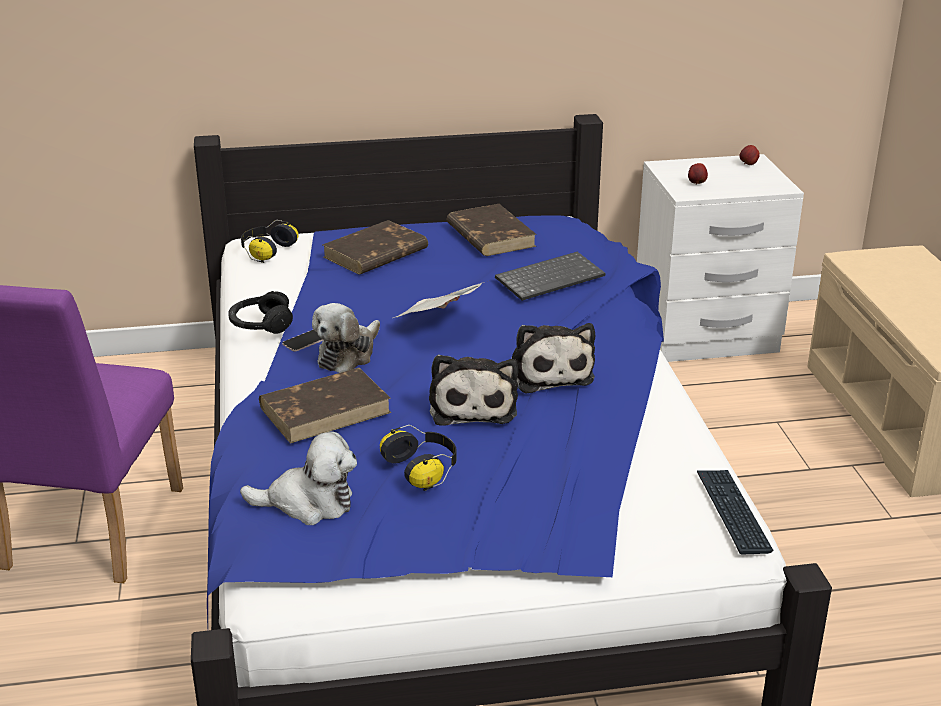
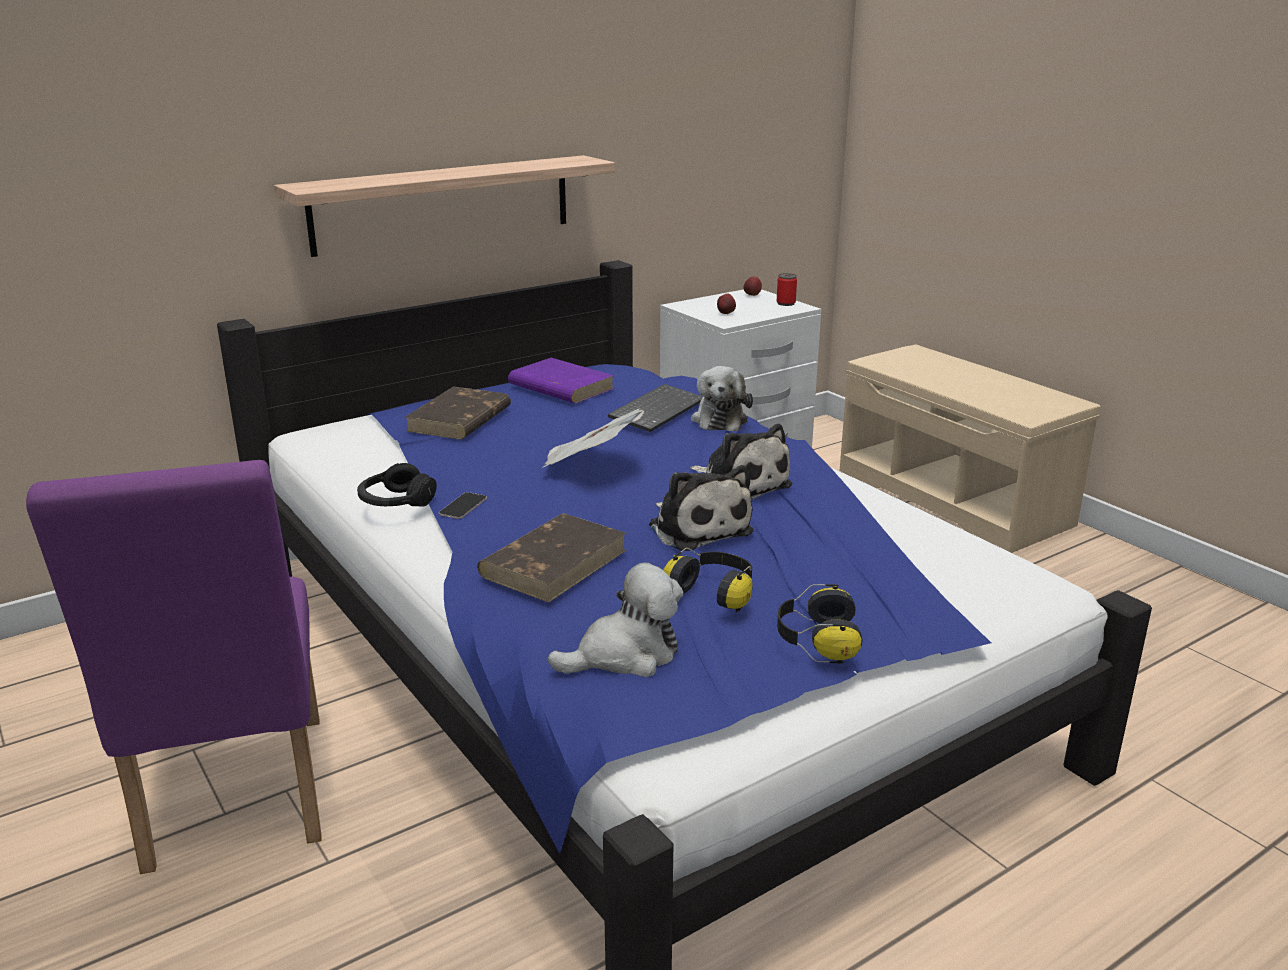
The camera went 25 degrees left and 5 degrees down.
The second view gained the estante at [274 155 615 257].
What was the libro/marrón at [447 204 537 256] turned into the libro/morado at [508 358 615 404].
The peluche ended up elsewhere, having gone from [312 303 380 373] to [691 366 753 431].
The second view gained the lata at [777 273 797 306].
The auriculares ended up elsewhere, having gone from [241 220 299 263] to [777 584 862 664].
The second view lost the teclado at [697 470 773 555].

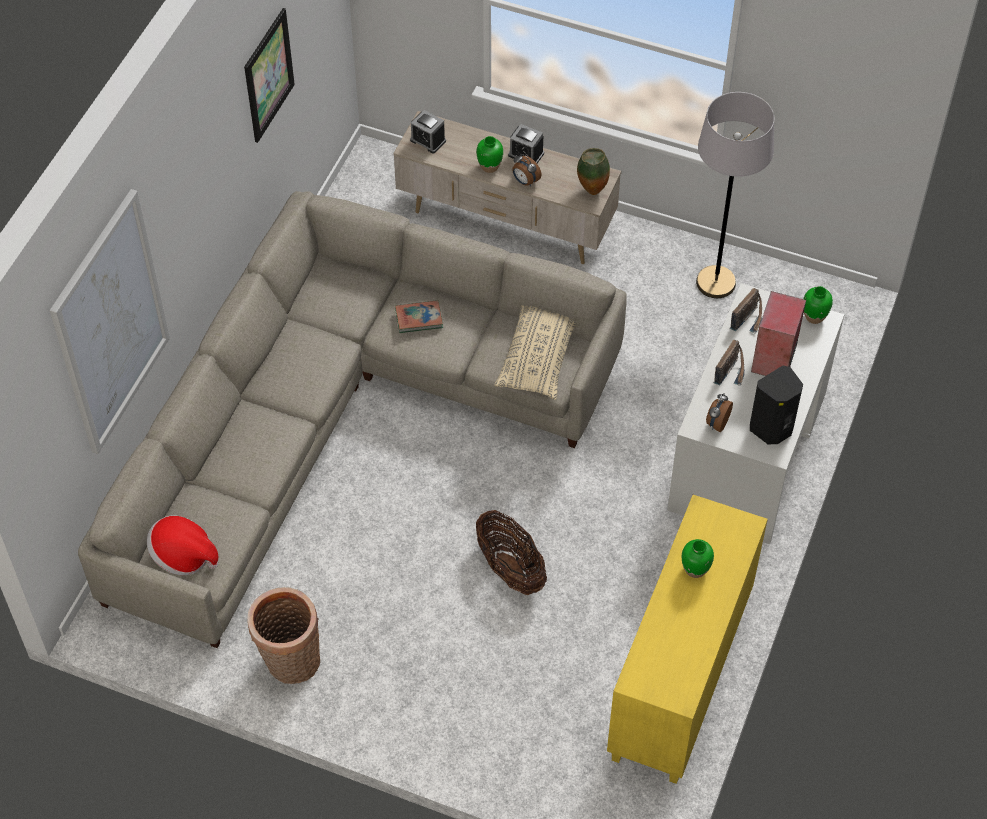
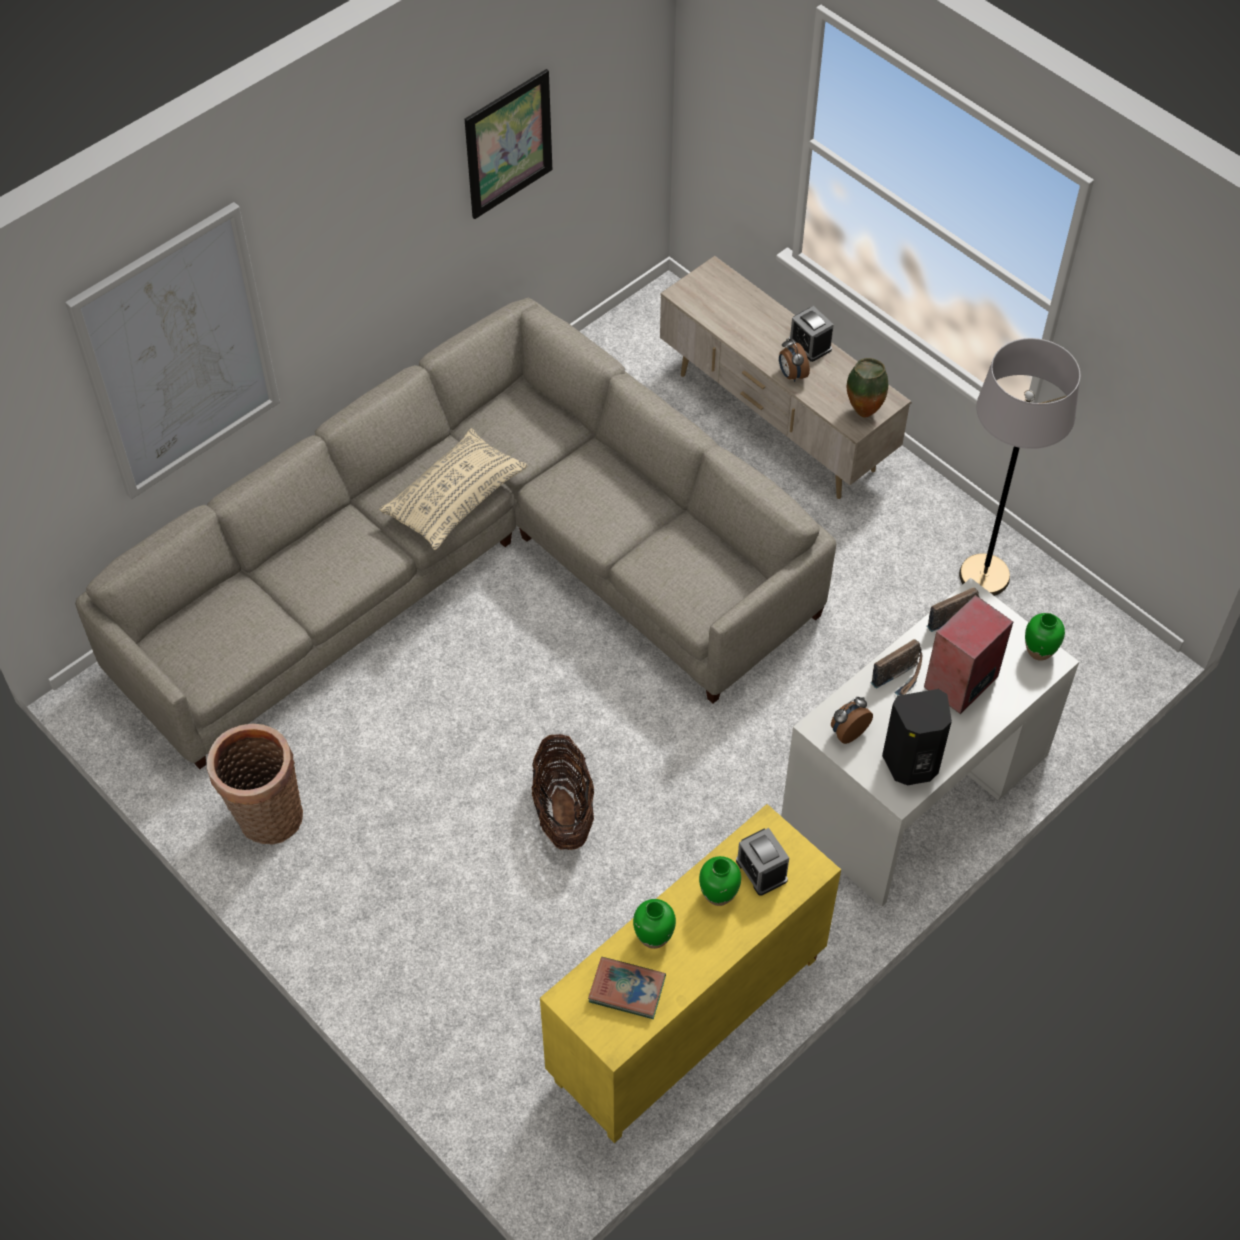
The camera went 25 degrees right and 0 degrees up.
The cojín/beis ended up elsewhere, having gone from [494 305 576 400] to [379 428 527 550].
The libro ended up elsewhere, having gone from [395 300 443 333] to [588 957 666 1019].
The florero/verde ended up elsewhere, having gone from [476 136 503 173] to [633 899 676 949].
The despertador ended up elsewhere, having gone from [410 110 446 153] to [736 828 789 896].
The second view lost the sombrero at [147 516 218 575].

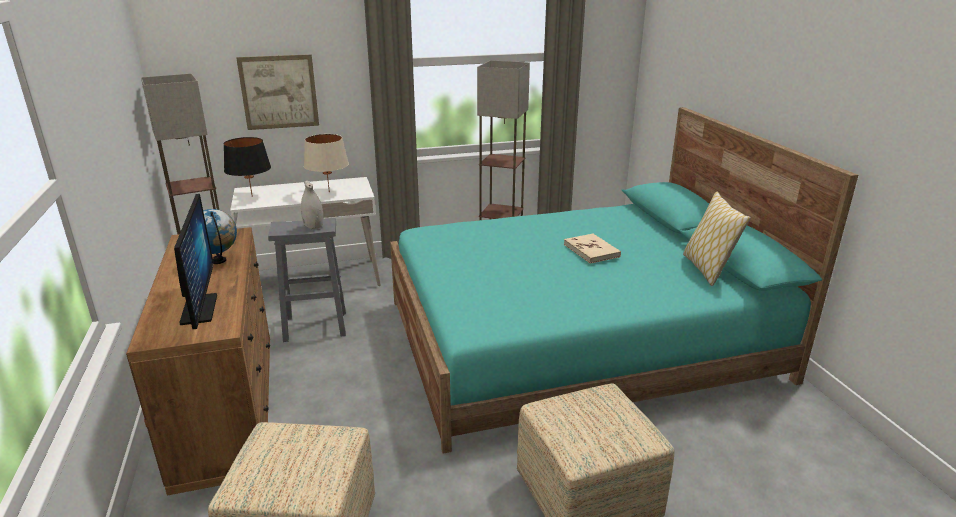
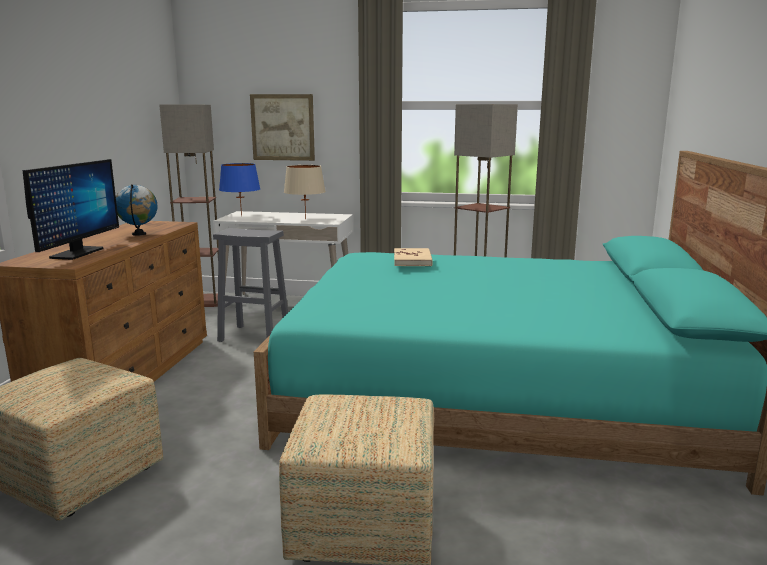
The camera went 25 degrees right and 10 degrees down.
What was the lámpara de mesa/negro at [224 137 271 197] turned into the lámpara de mesa/azul at [219 163 260 216].
The libro/beis ended up elsewhere, having gone from [564 233 621 264] to [394 248 433 266].
The second view lost the florero/blanco at [301 181 323 229].
The second view lost the cojín at [683 192 751 286].

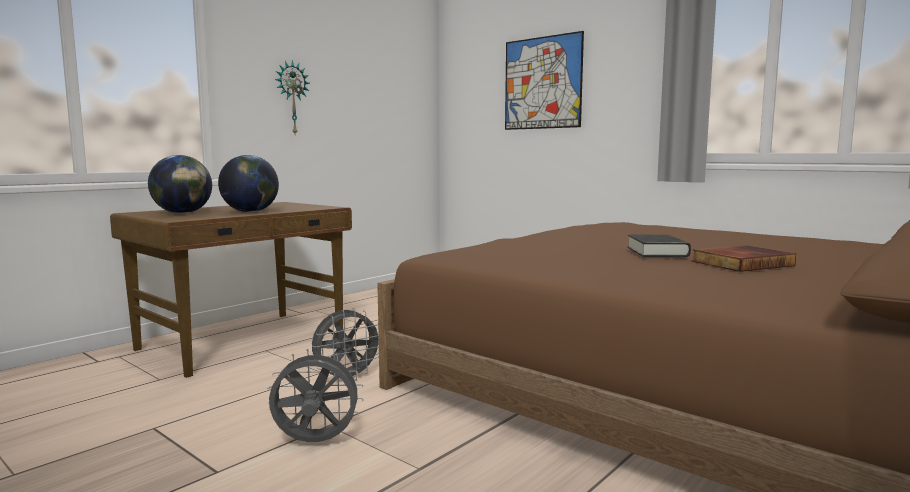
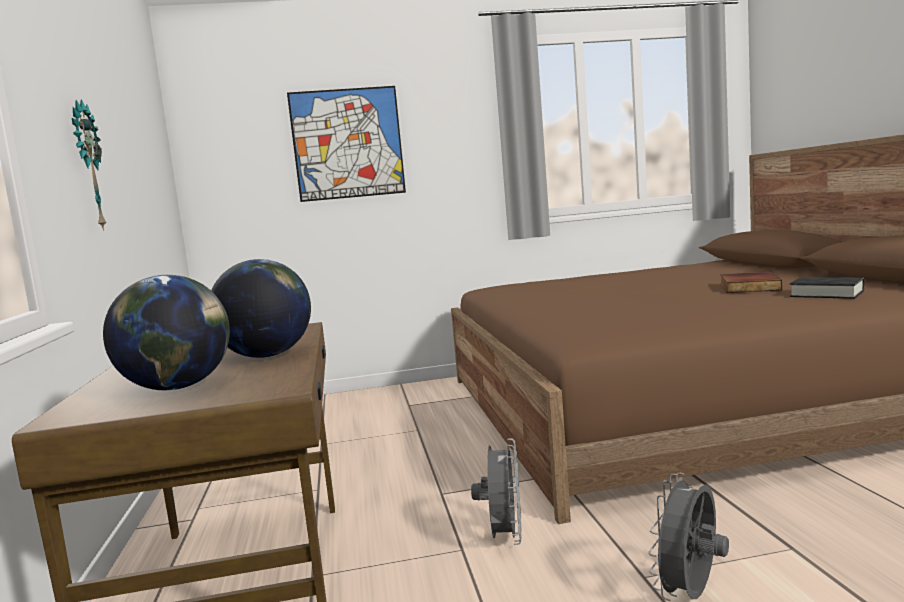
The camera went 50 degrees left and 0 degrees up.
The libro/negro ended up elsewhere, having gone from [628 235 691 257] to [790 277 864 299].

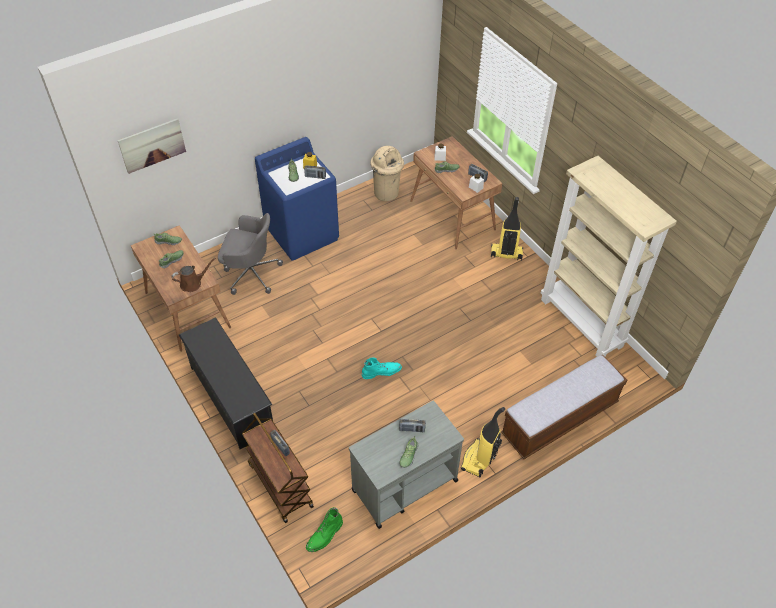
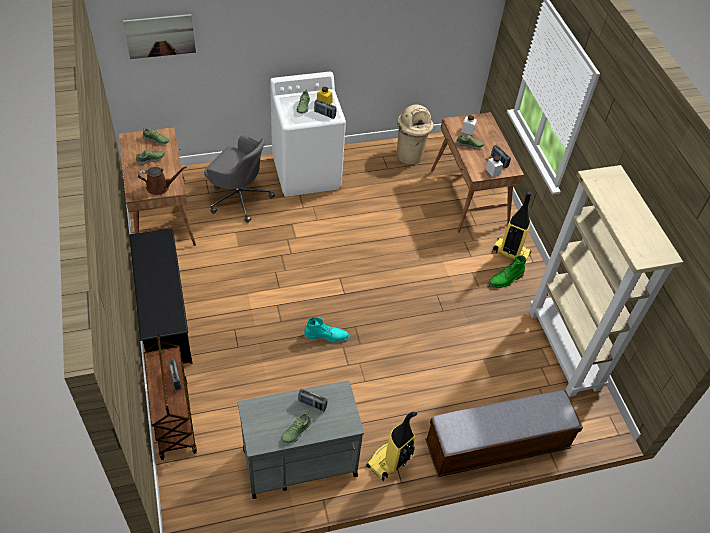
The camera went 15 degrees right and 0 degrees up.
What was the lavadora/azul at [255 137 339 261] turned into the lavadora/blanco at [270 72 346 197].
The bota/verde ended up elsewhere, having gone from [306 507 343 552] to [488 255 526 288].

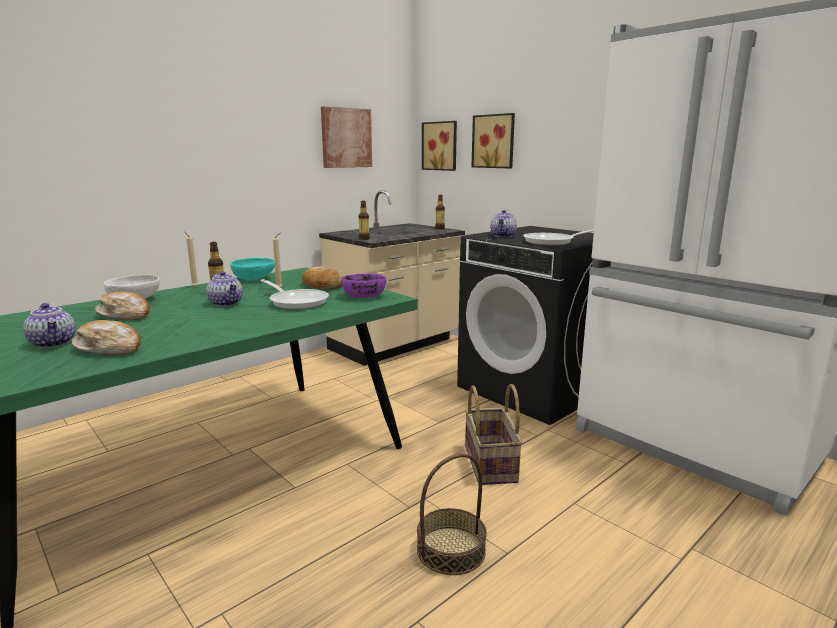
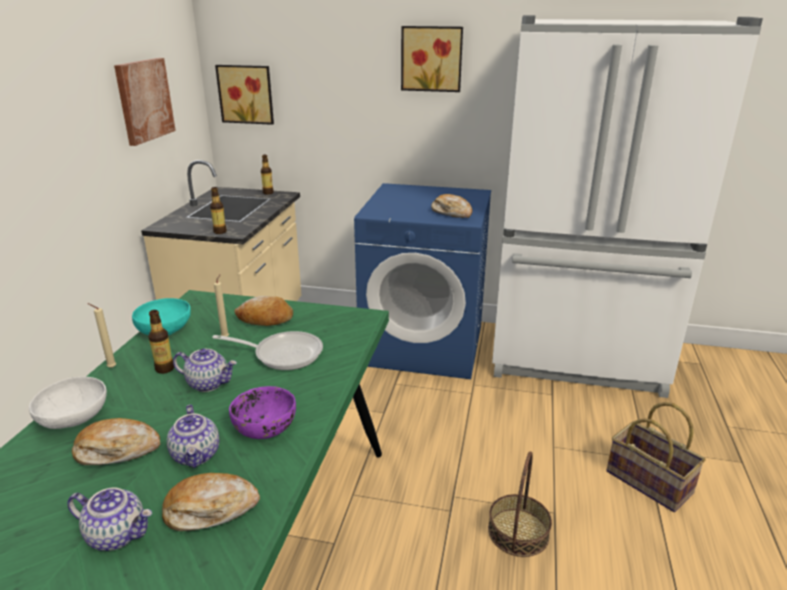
The camera went 35 degrees left and 10 degrees up.
The tetera ended up elsewhere, having gone from [490 210 517 237] to [167 405 219 468].
The cuenco/morado ended up elsewhere, having gone from [341 273 386 298] to [229 386 296 439].
What was the lavadora/negro at [457 226 594 425] turned into the lavadora/azul at [354 183 491 379].
The cuadro ended up elsewhere, having gone from [471 113 515 168] to [401 26 463 92].
Where the sartén stood at [523 230 594 246], the pan came to stand at [431 194 472 218].
The cesta ended up elsewhere, having gone from [465 384 523 485] to [607 402 706 512].

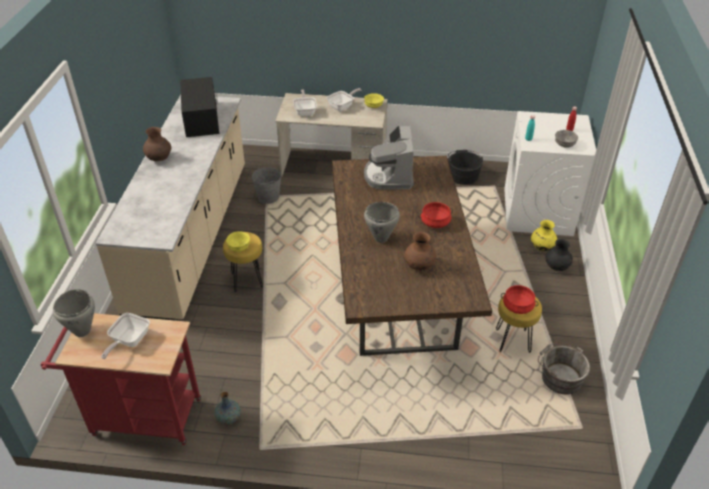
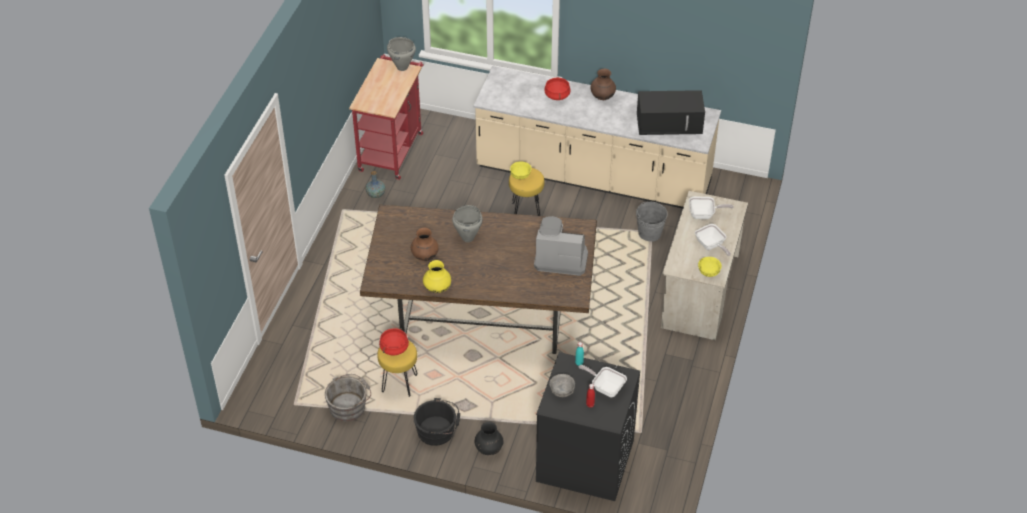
The camera went 100 degrees right and 5 degrees up.
The cubo/negro ended up elsewhere, having gone from [448 150 483 185] to [414 398 460 446].
The florero/amarillo ended up elsewhere, having gone from [531 220 557 251] to [423 260 451 293].
What was the lavadora/blanco at [504 111 596 236] turned into the lavadora/negro at [536 352 640 501].
The olla/rojo ended up elsewhere, having gone from [418 202 453 228] to [544 77 571 100].
The sartén ended up elsewhere, having gone from [101 313 150 359] to [579 365 627 397].

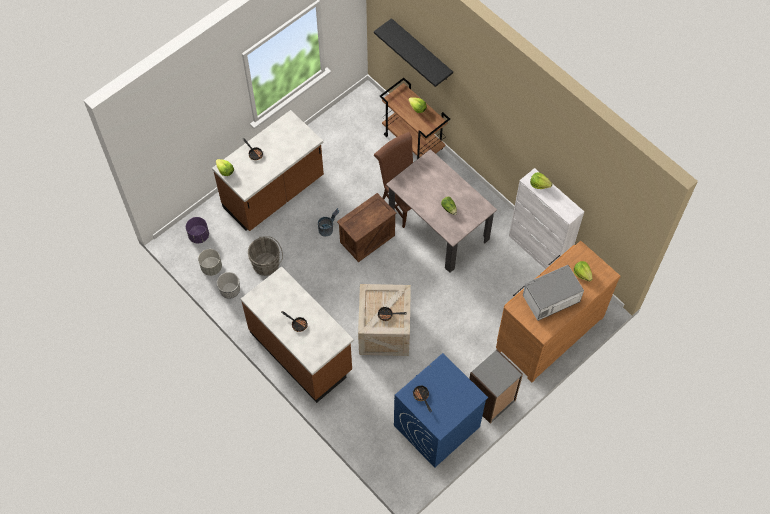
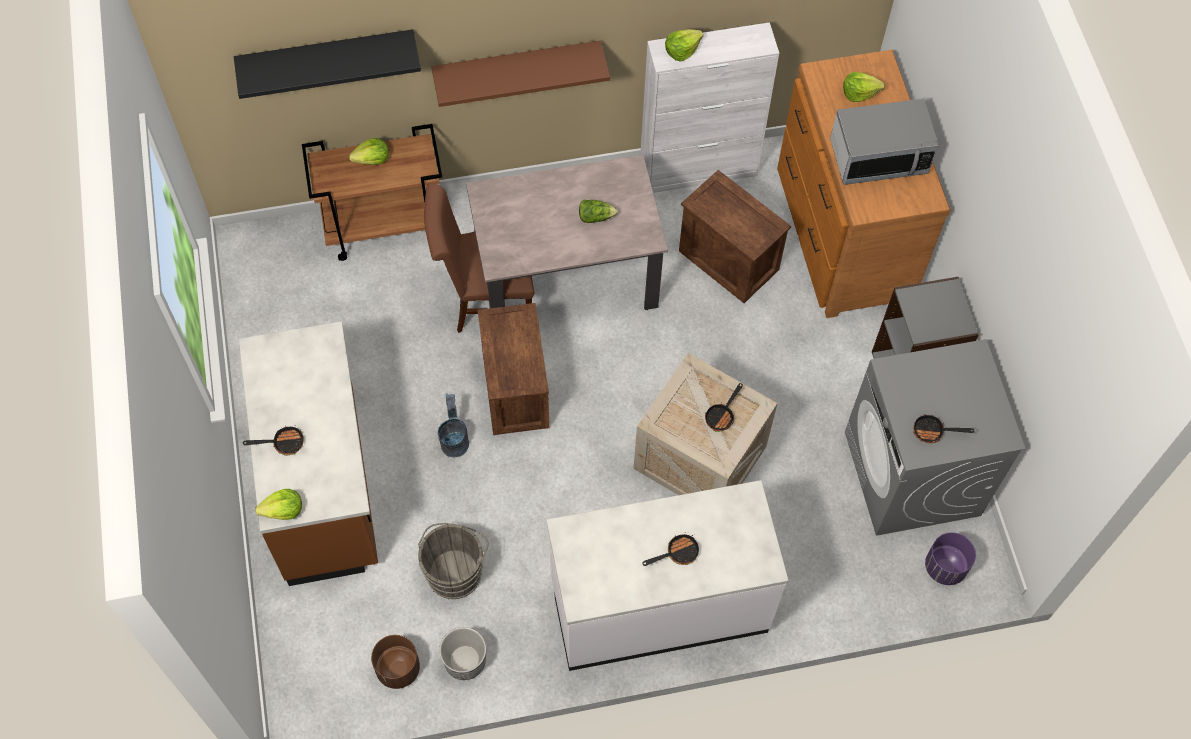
The camera went 60 degrees left and 0 degrees up.
What was the maceta/gris at [198 249 222 276] turned into the maceta/marrón at [371 635 420 689].
The second view gained the estante/marrón at [431 40 610 107].
What was the mueble bajo de cocina/marrón at [241 266 354 403] turned into the mueble bajo de cocina/blanco at [546 480 789 671].
The second view gained the caja de embalaje at [679 170 791 303].
The microondas at [523 265 584 321] ended up facing another way, 105 degrees counterclockwise from before.
What was the lavadora/azul at [394 353 488 468] turned into the lavadora/gris at [845 339 1026 536].
The maceta/morado ended up elsewhere, having gone from [186 217 209 244] to [925 532 976 585].

